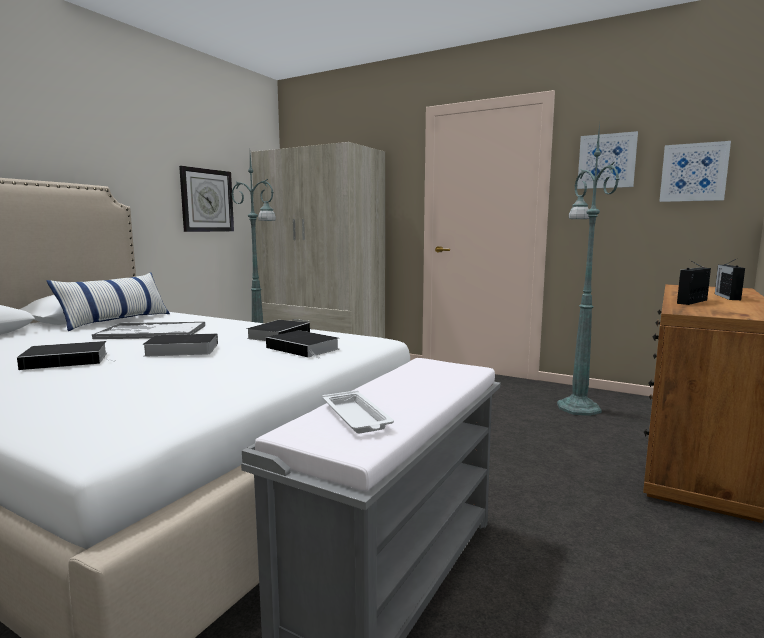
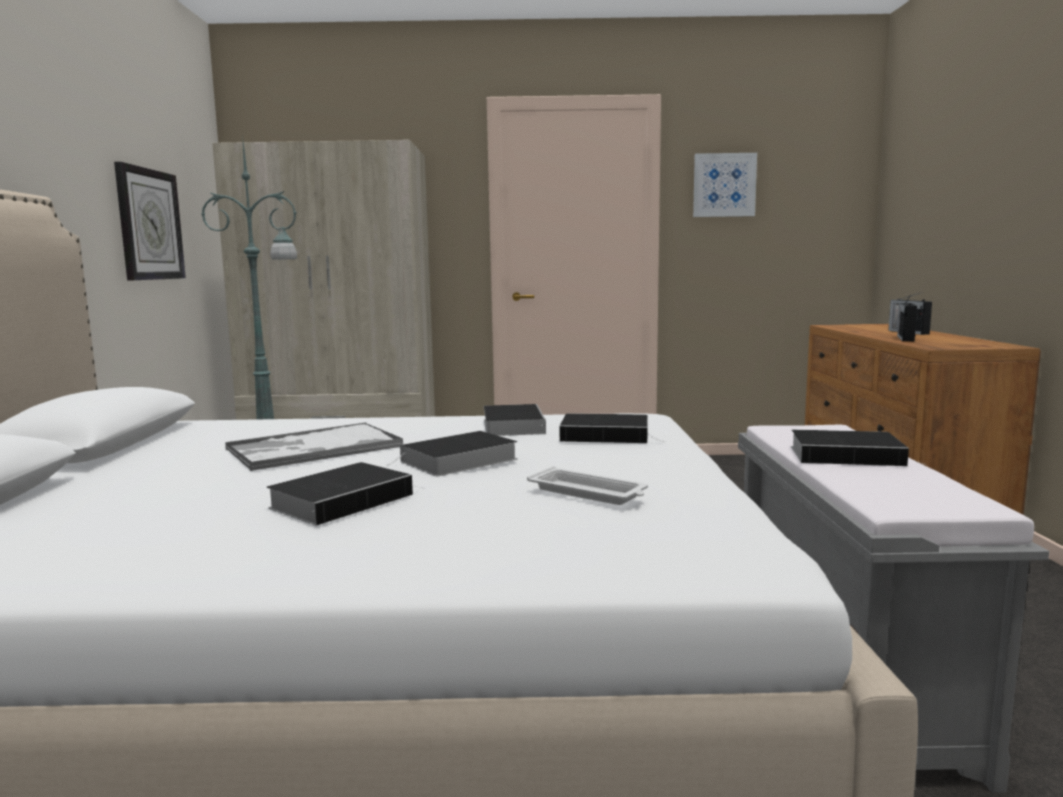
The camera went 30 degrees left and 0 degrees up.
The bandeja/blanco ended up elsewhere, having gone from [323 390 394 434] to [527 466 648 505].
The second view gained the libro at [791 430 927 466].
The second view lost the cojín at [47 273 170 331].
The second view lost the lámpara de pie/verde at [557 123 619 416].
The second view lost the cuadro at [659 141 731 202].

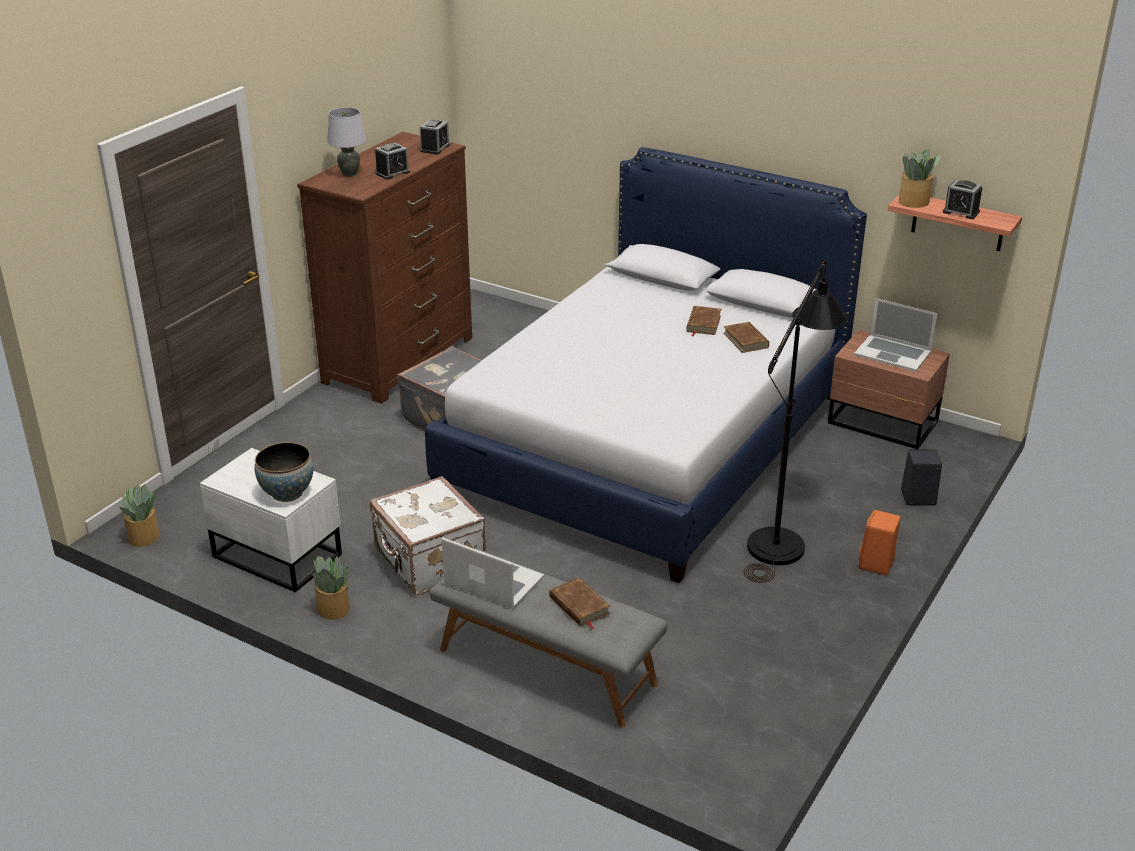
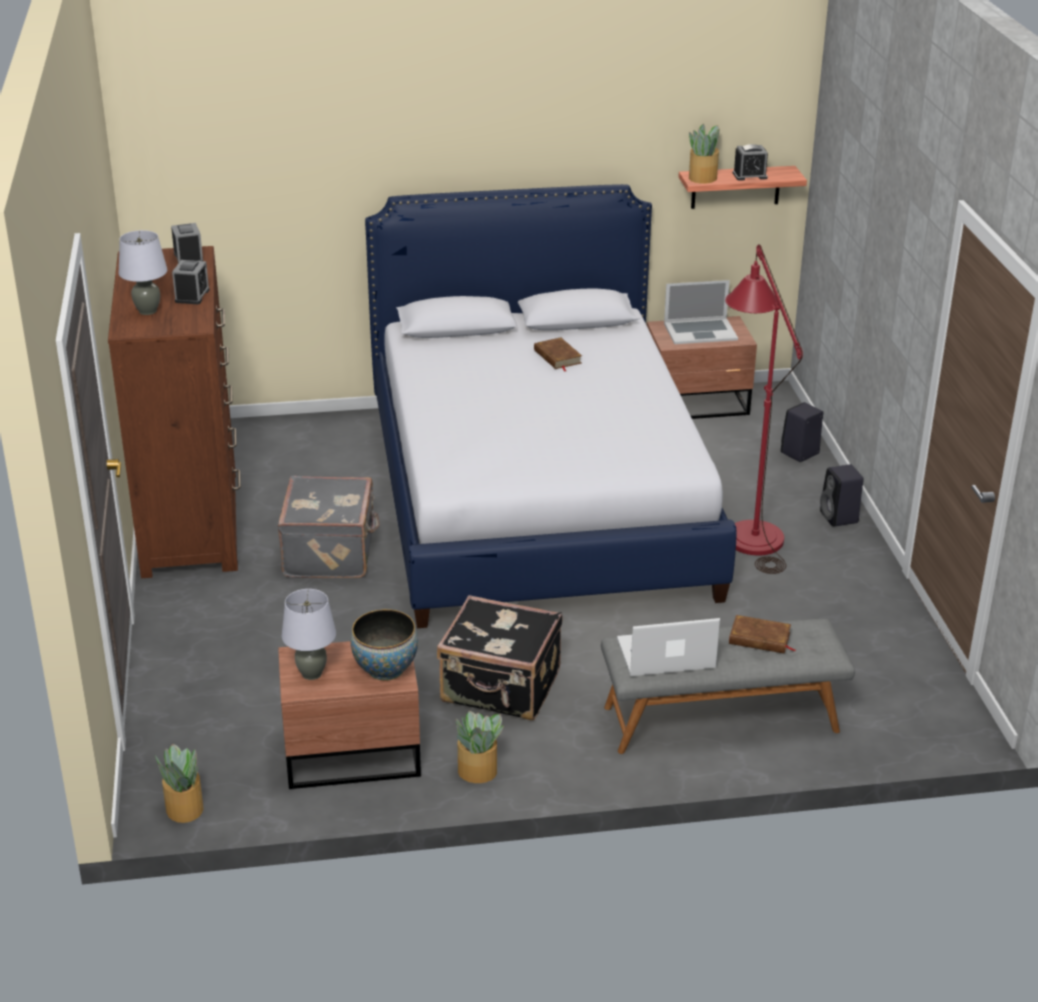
The camera went 40 degrees left and 0 degrees up.
What was the mesita de noche/blanco at [200 448 342 592] turned into the mesita de noche/marrón at [278 641 421 789].
The second view gained the lámpara de mesa/gris at [282 589 336 680].
What was the maleta/blanco at [370 476 486 595] turned into the maleta/negro at [437 595 563 720].
What was the lámpara de pie/negro at [743 260 848 583] turned into the lámpara de pie/rojo at [725 244 803 574].
What was the altavoz/naranja at [859 510 901 575] turned into the altavoz/negro at [820 464 864 527].
The second view lost the libro/marrón at [723 322 769 353].

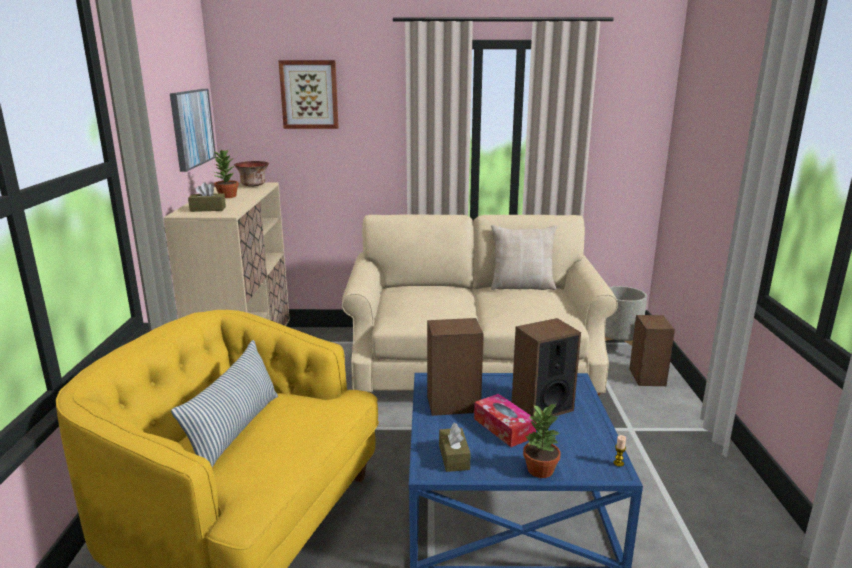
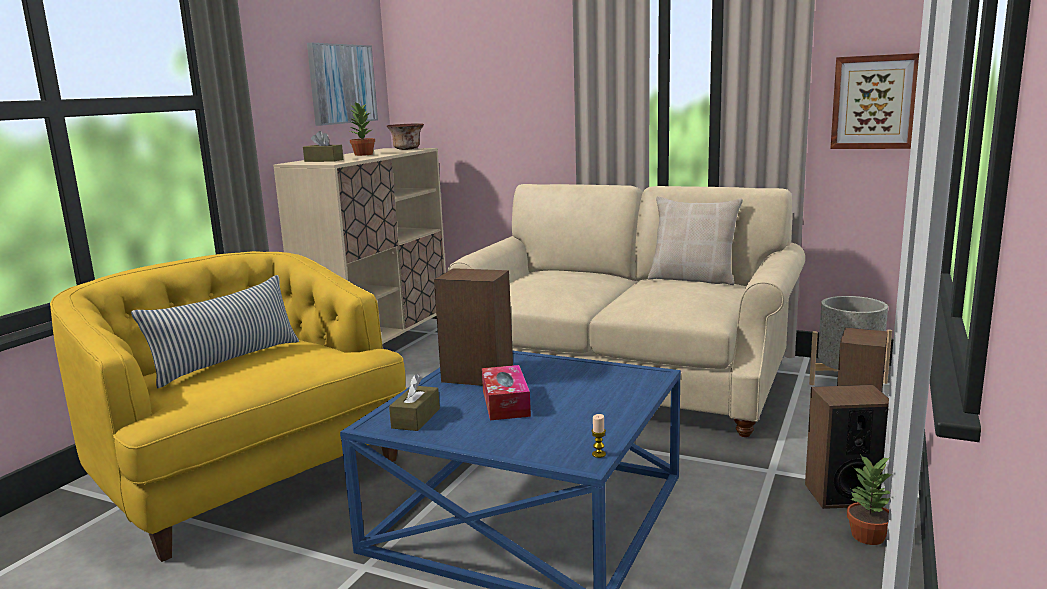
The camera went 25 degrees right and 5 degrees down.
The altavoz ended up elsewhere, having gone from [512 318 581 417] to [805 385 889 509].
The cuadro ended up elsewhere, having gone from [278 60 339 129] to [830 53 919 149].
The planta en maceta ended up elsewhere, having gone from [523 403 561 478] to [847 454 892 545].

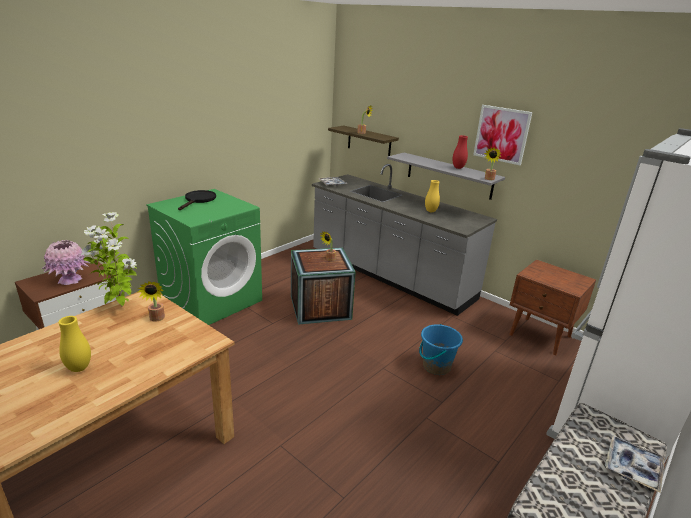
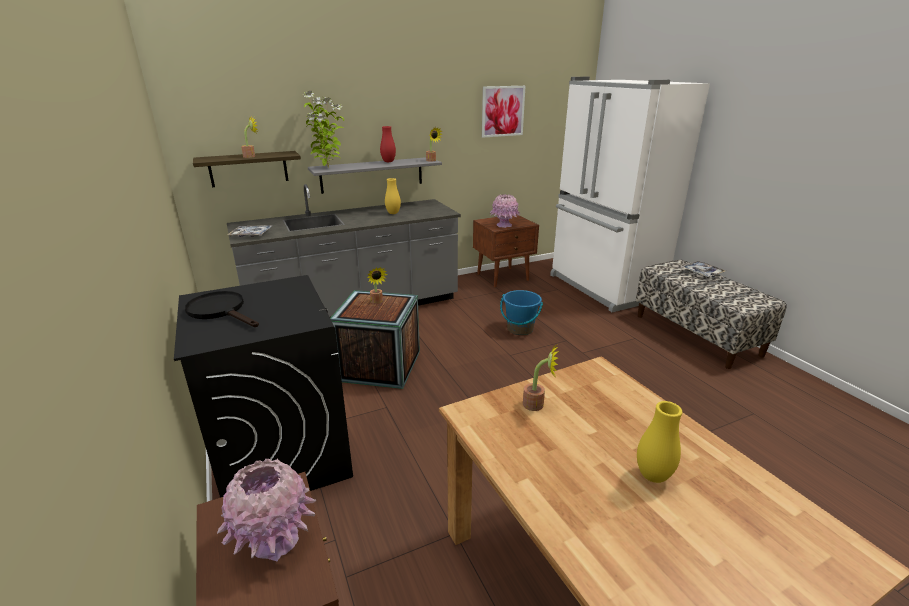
The camera went 65 degrees left and 0 degrees up.
What was the lavadora/verde at [146 189 262 325] turned into the lavadora/negro at [174 275 353 498].
The planta en maceta ended up elsewhere, having gone from [81 212 137 307] to [303 91 344 168].
The cuadro ended up elsewhere, having gone from [473 105 533 165] to [482 86 525 138].
The second view gained the florero/rosa at [490 194 520 228].

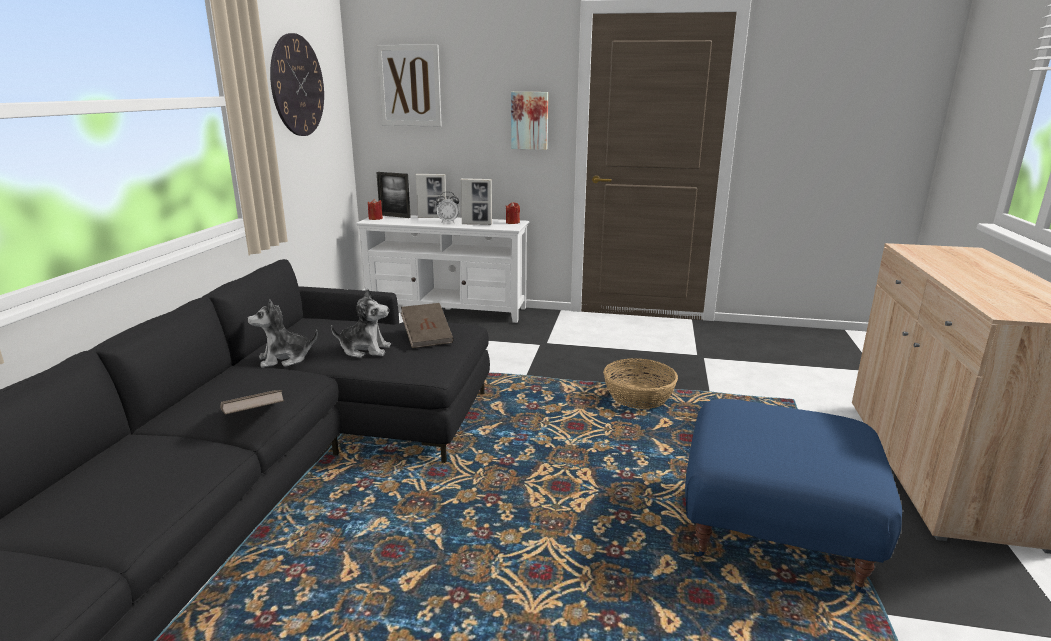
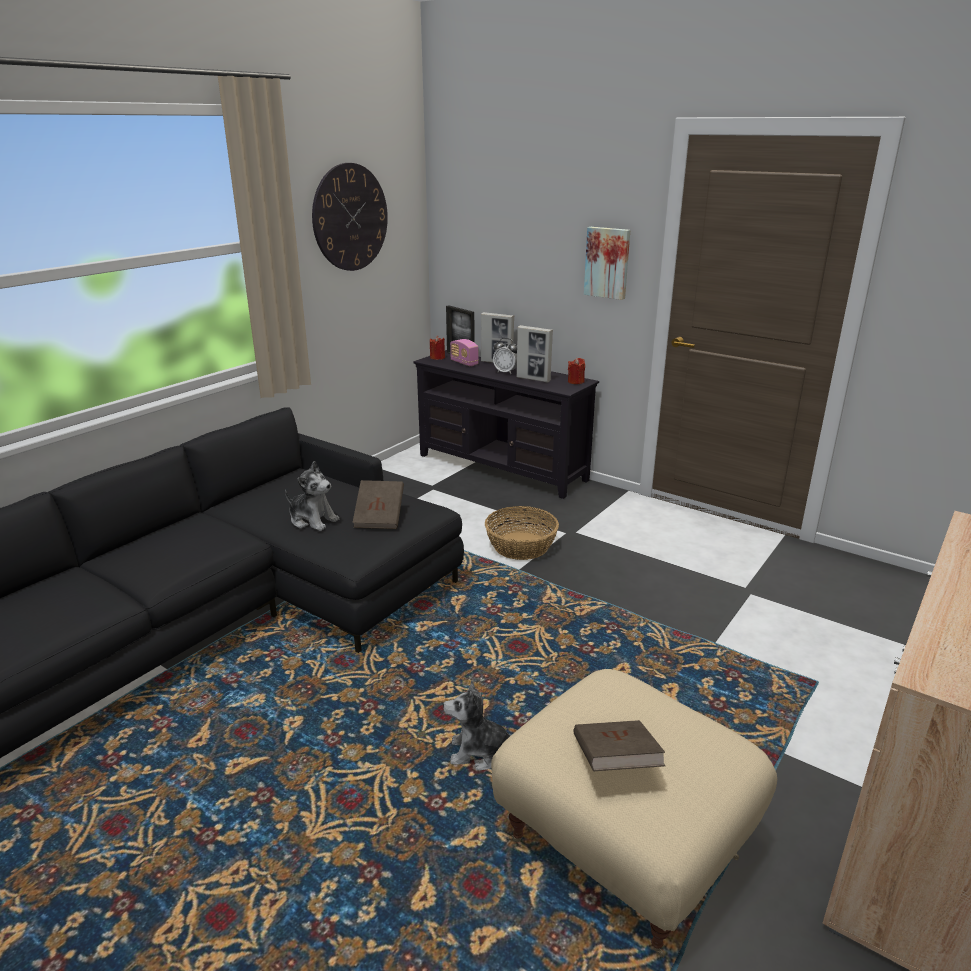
The camera went 25 degrees right and 5 degrees up.
What was the mueble de televisión/blanco at [356 215 529 323] turned into the mueble de televisión/negro at [413 350 599 499].
The peluche ended up elsewhere, having gone from [247 299 318 368] to [443 680 510 770].
The second view gained the radio at [450 339 479 366].
The cesta ended up elsewhere, having gone from [603 358 678 409] to [485 506 559 560].
What was the puf/azul at [685 399 902 594] turned into the puf/beis at [491 669 777 958].
The libro/marrón ended up elsewhere, having gone from [220 390 284 414] to [574 720 665 771].
The second view lost the cuadro at [377 45 442 127].

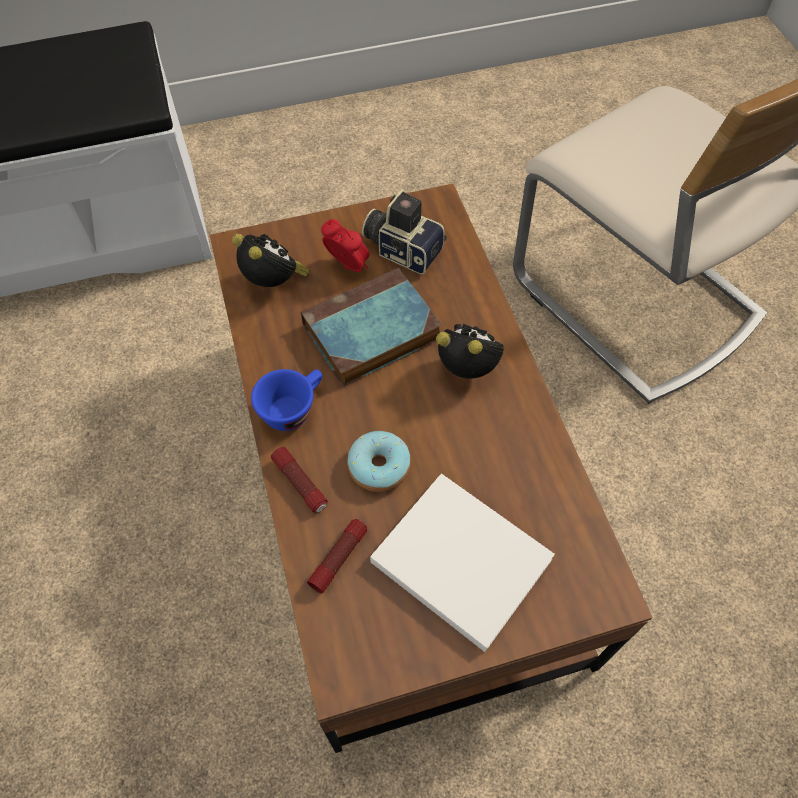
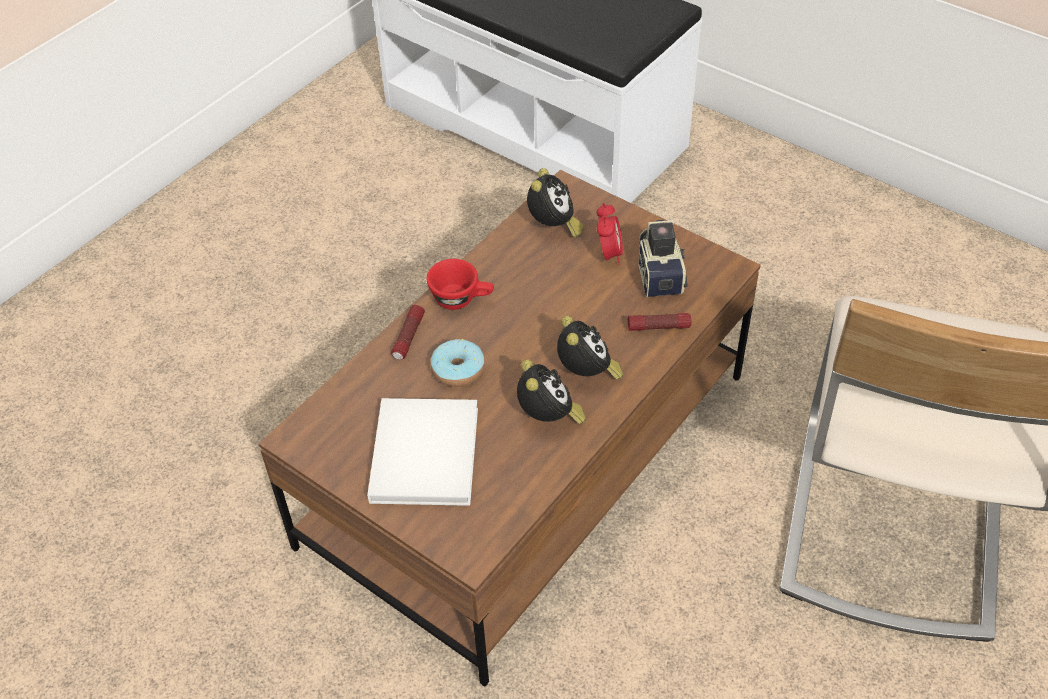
The camera went 55 degrees right and 10 degrees down.
What was the taza/azul at [251 369 323 431] turned into the taza/rojo at [427 259 494 310].
The second view gained the despertador at [517 359 586 424].
The linterna ended up elsewhere, having gone from [307 519 367 594] to [628 313 692 331].
The second view lost the libro at [301 268 442 387].

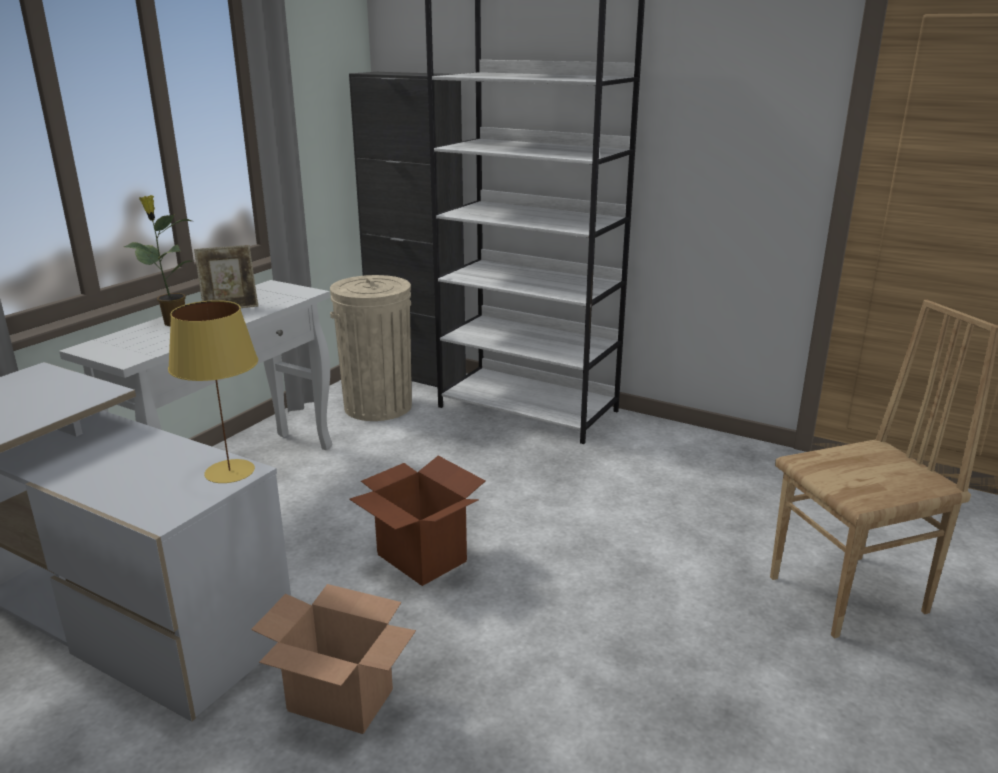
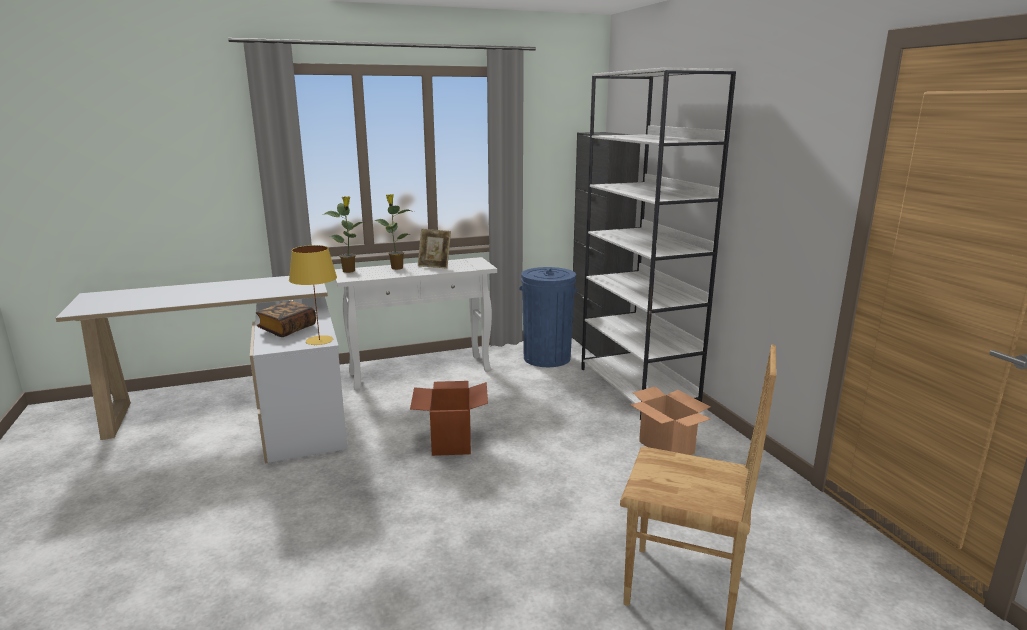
The camera went 40 degrees right and 5 degrees down.
The second view gained the libro at [256 301 316 337].
The second view gained the planta en maceta at [324 196 365 273].
What was the papelera/beis at [330 275 412 421] turned into the papelera/azul at [519 267 577 367].
The caja de cartón ended up elsewhere, having gone from [251 584 416 734] to [630 386 711 455].

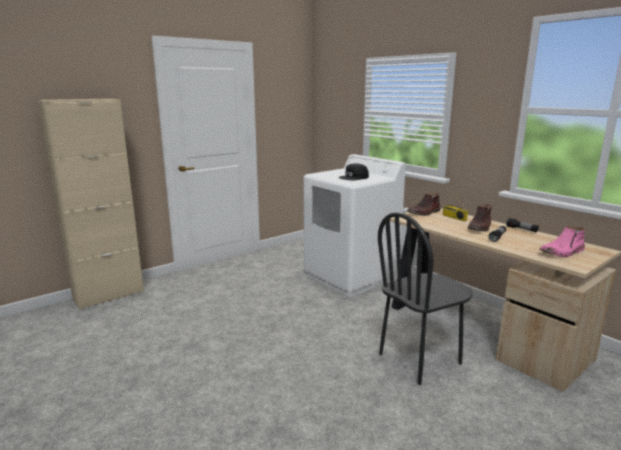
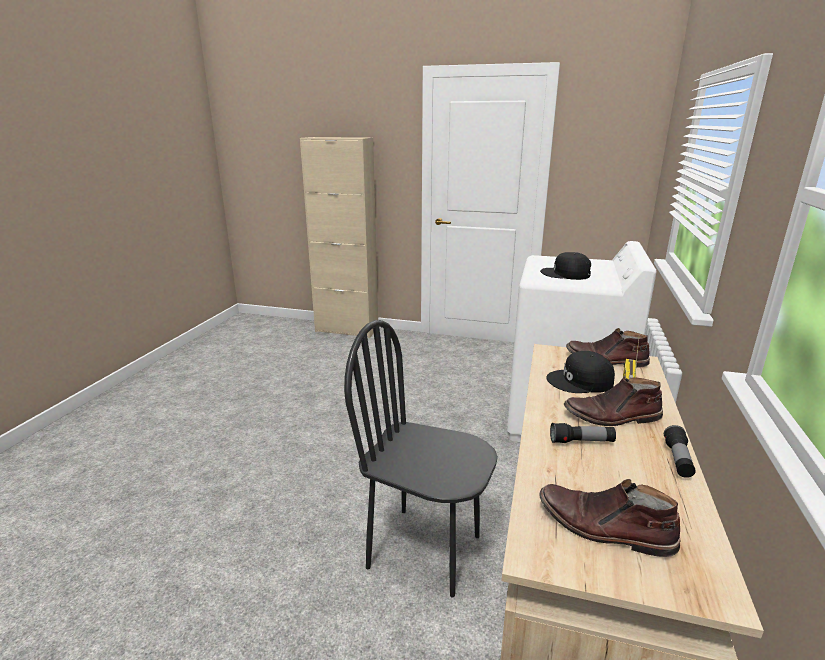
The camera went 55 degrees right and 5 degrees up.
What was the bota/rosa at [540 227 585 257] turned into the bota/marrón at [539 479 681 557].
The second view gained the gorra/negro at [546 351 615 393].

